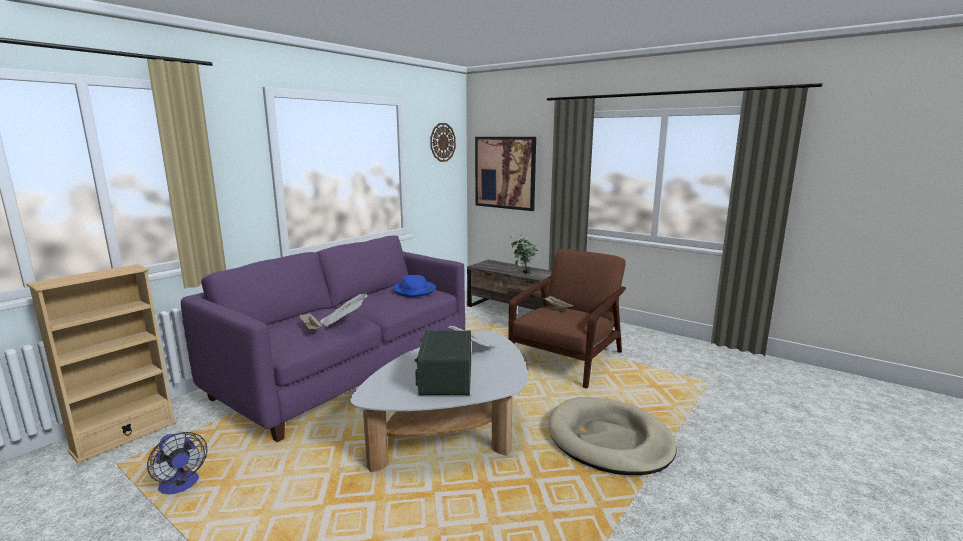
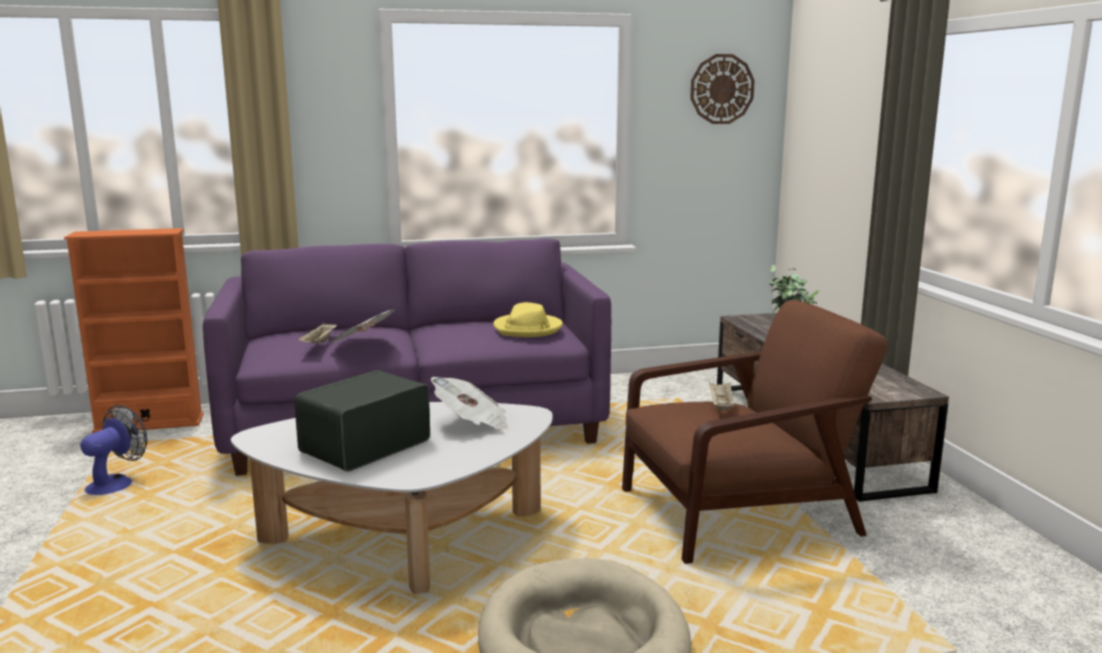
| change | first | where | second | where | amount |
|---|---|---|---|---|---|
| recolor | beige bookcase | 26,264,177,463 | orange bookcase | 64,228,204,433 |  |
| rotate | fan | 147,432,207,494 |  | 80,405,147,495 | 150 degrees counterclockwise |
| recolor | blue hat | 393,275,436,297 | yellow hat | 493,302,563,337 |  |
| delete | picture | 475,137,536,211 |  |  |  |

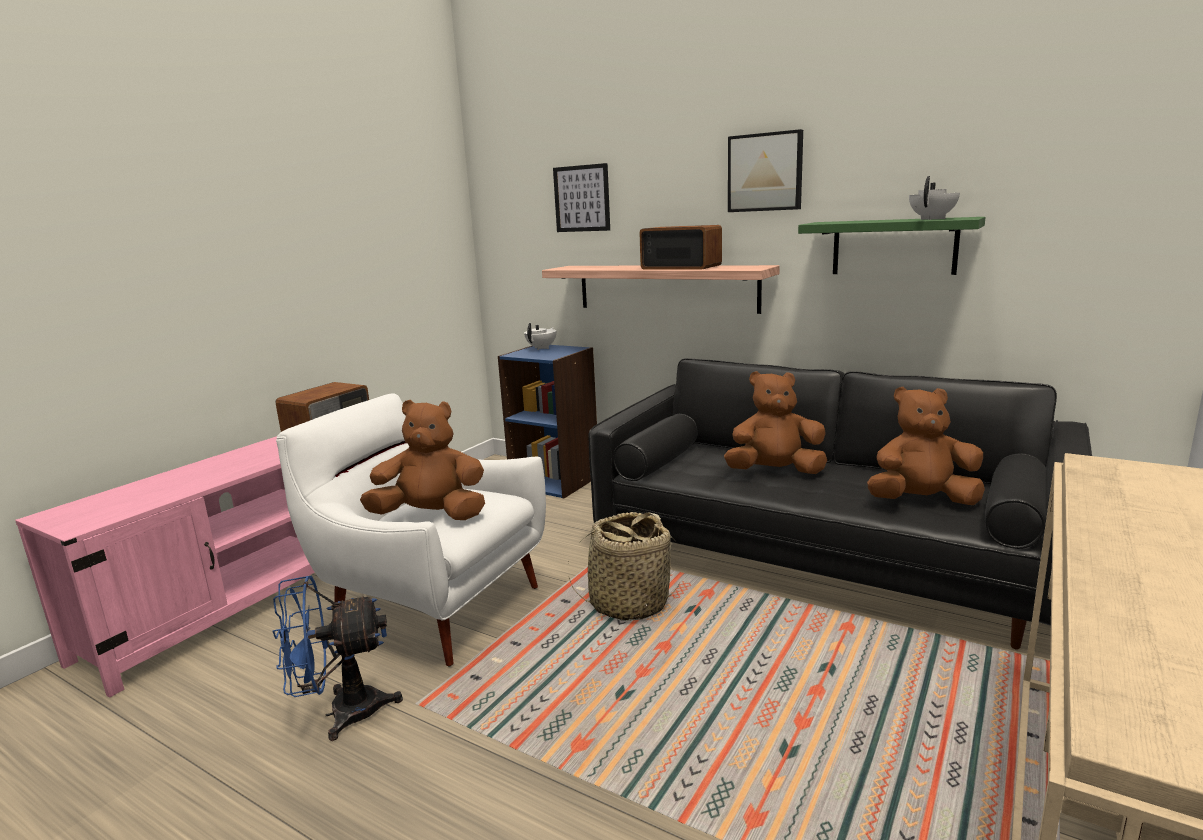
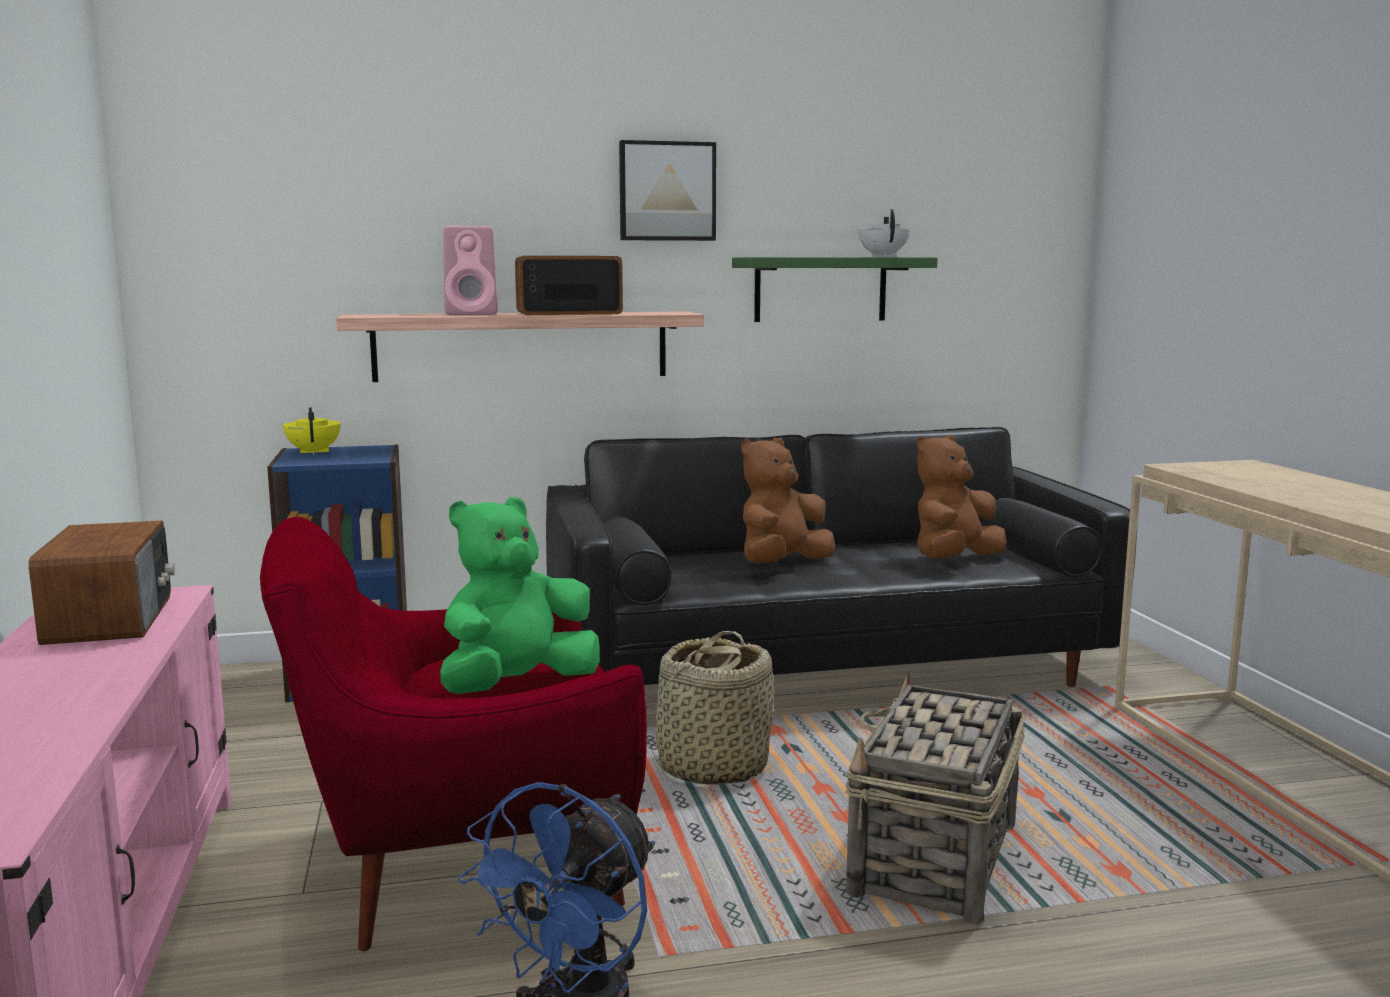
| change | first | where | second | where | amount |
|---|---|---|---|---|---|
| recolor | white armchair | 276,393,546,666 | red armchair | 260,517,647,952 |  |
| recolor | brown plush toy | 360,400,485,520 | green plush toy | 440,497,600,694 |  |
| recolor | white teapot | 524,323,556,350 | yellow teapot | 283,407,341,454 |  |
| delete | picture | 553,163,610,232 |  |  |  |
| insert |  |  | pink speaker | 443,226,498,315 |  |
| insert |  |  | basket | 845,671,1025,925 |  |

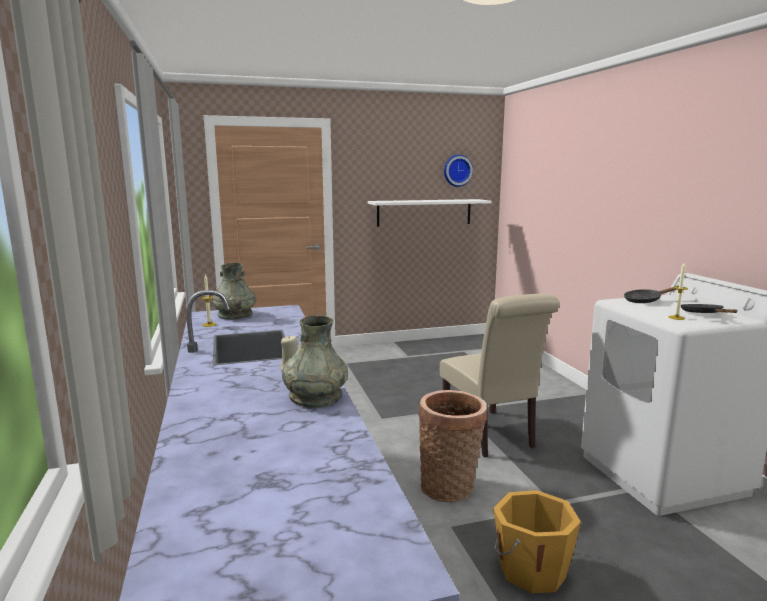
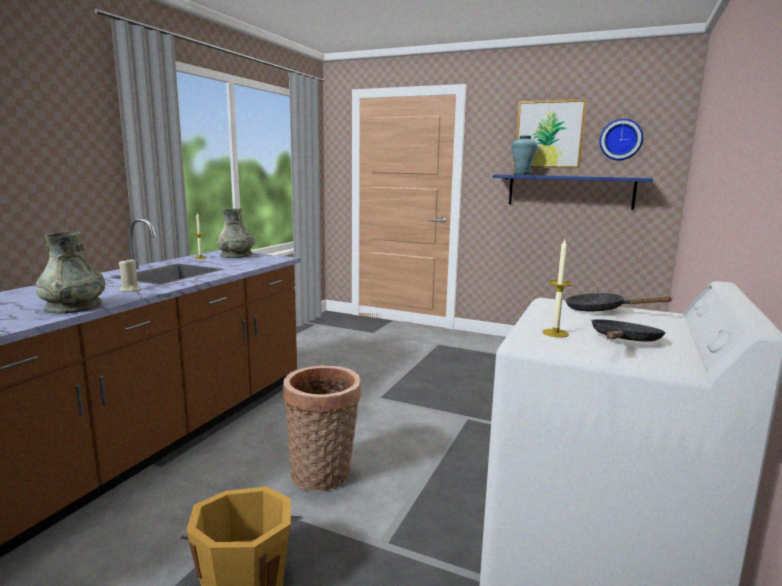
| change | first | where | second | where | amount |
|---|---|---|---|---|---|
| recolor | white shelf | 368,199,492,227 | blue shelf | 492,175,653,210 |  |
| delete | beige chair | 440,294,560,458 |  |  |  |
| insert |  |  | turquoise vase | 512,135,538,175 |  |
| insert |  |  | picture | 514,99,587,168 |  |

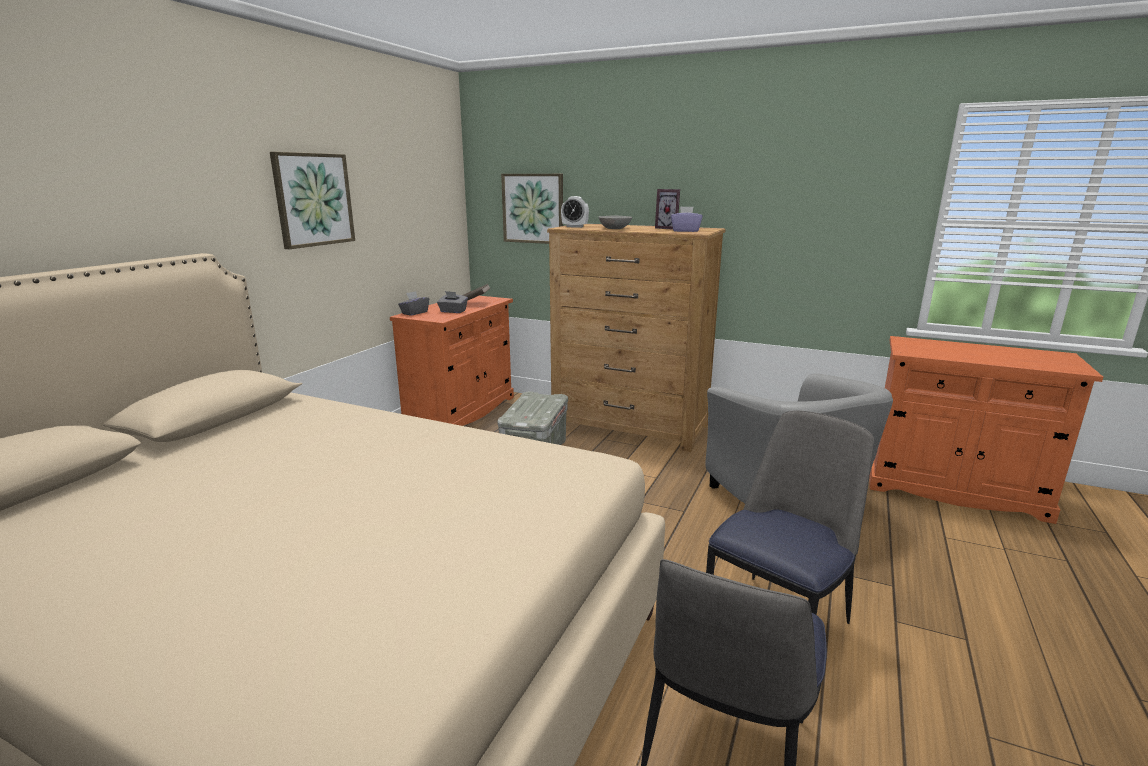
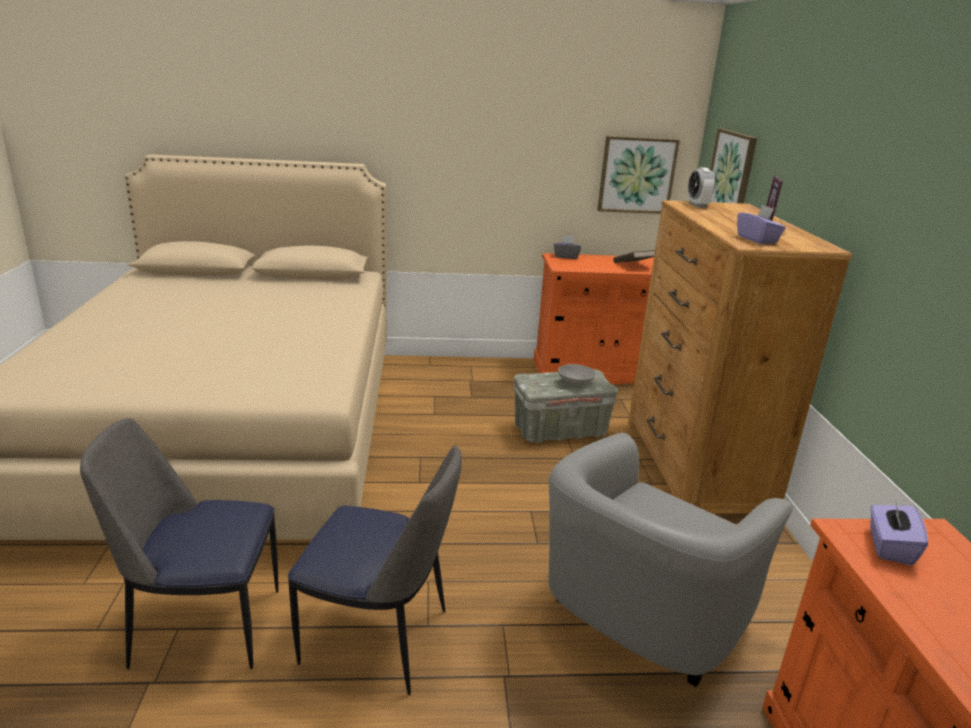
| change | first | where | second | where | amount |
|---|---|---|---|---|---|
| move | picture | 270,152,355,249 |  | 597,136,680,214 |  |
| delete | grey tissue box | 437,291,468,313 |  |  |  |
| move | grey bowl | 599,216,632,229 |  | 558,364,595,386 |  |
| insert |  |  | purple tissue box | 870,498,928,565 |  |

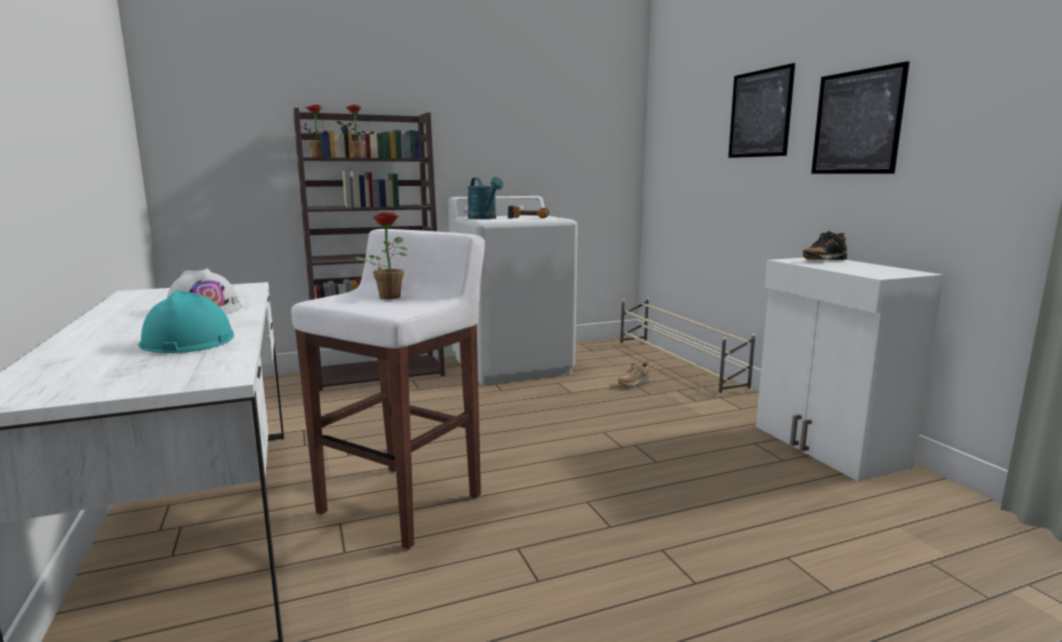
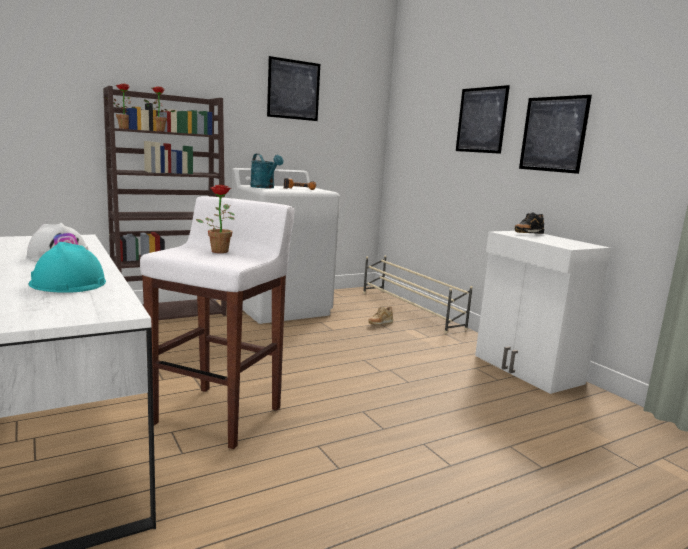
| change | first | where | second | where | amount |
|---|---|---|---|---|---|
| insert |  |  | picture | 267,56,320,121 |  |

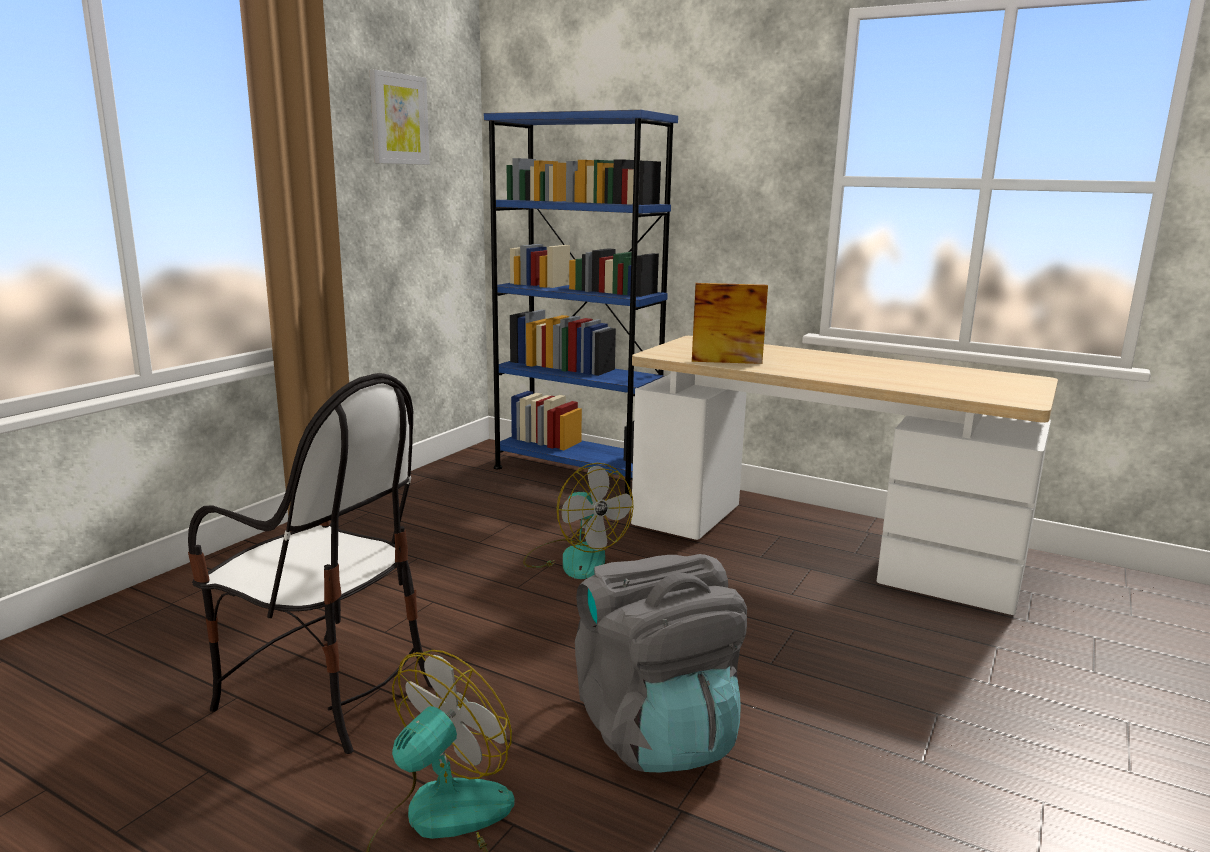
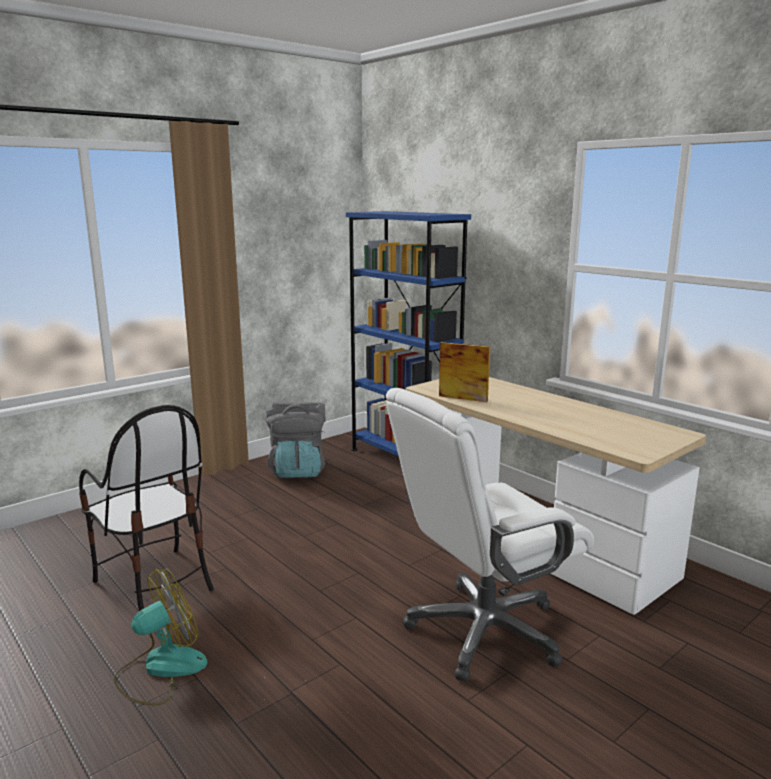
| change | first | where | second | where | amount |
|---|---|---|---|---|---|
| delete | picture | 369,69,430,165 |  |  |  |
| delete | fan | 523,463,634,579 |  |  |  |
| move | grey backpack | 575,554,747,773 |  | 266,401,325,478 |  |
| insert |  |  | white office chair | 386,388,594,682 |  |

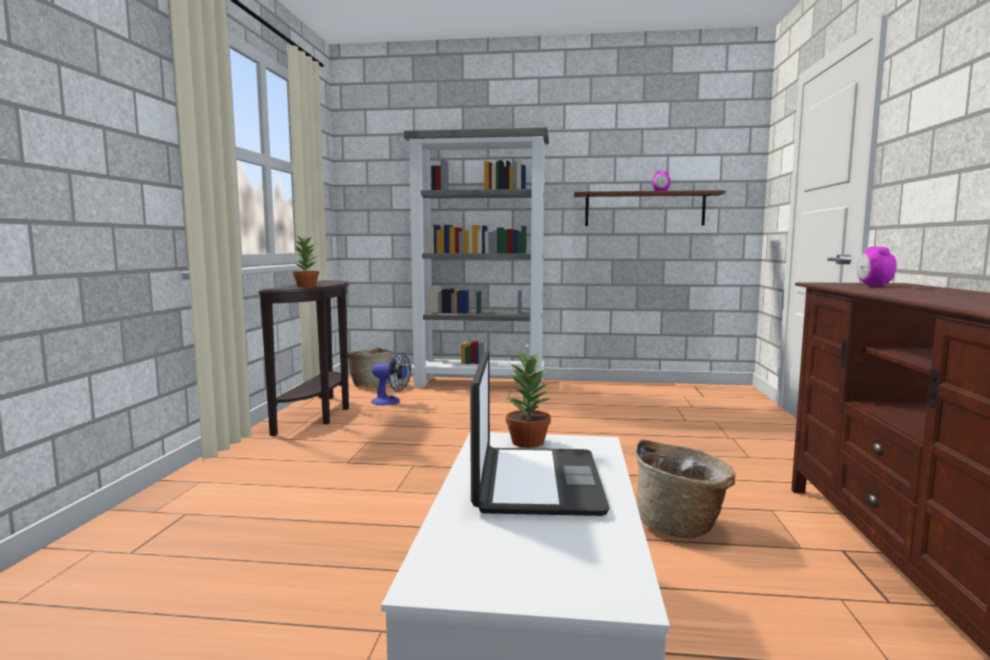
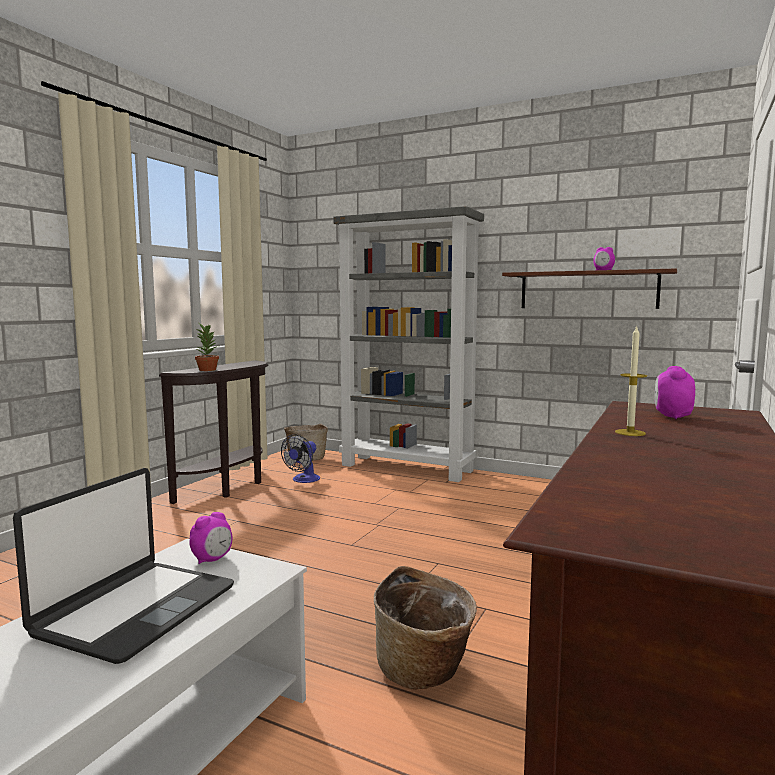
| change | first | where | second | where | amount |
|---|---|---|---|---|---|
| rotate | fan | 371,353,411,406 |  | 281,434,320,483 | 75 degrees clockwise |
| replace | potted plant | 506,351,553,448 | alarm clock | 189,512,232,564 |  |
| insert |  |  | candle | 615,325,647,436 |  |

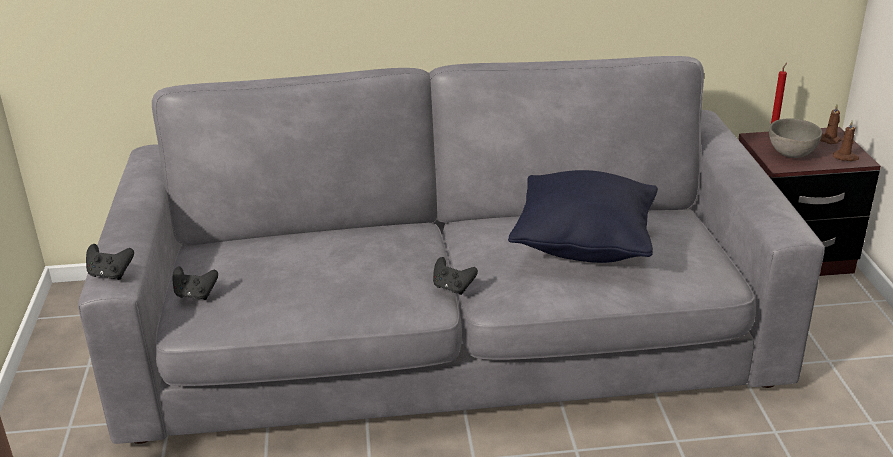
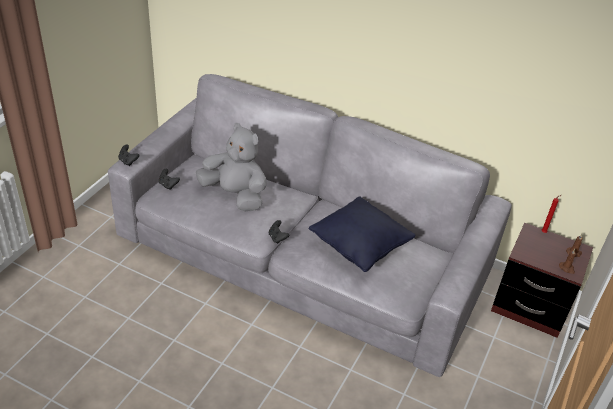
| change | first | where | second | where | amount |
|---|---|---|---|---|---|
| delete | grey bowl | 769,118,822,158 |  |  |  |
| insert |  |  | grey plush toy | 196,123,267,211 |  |

